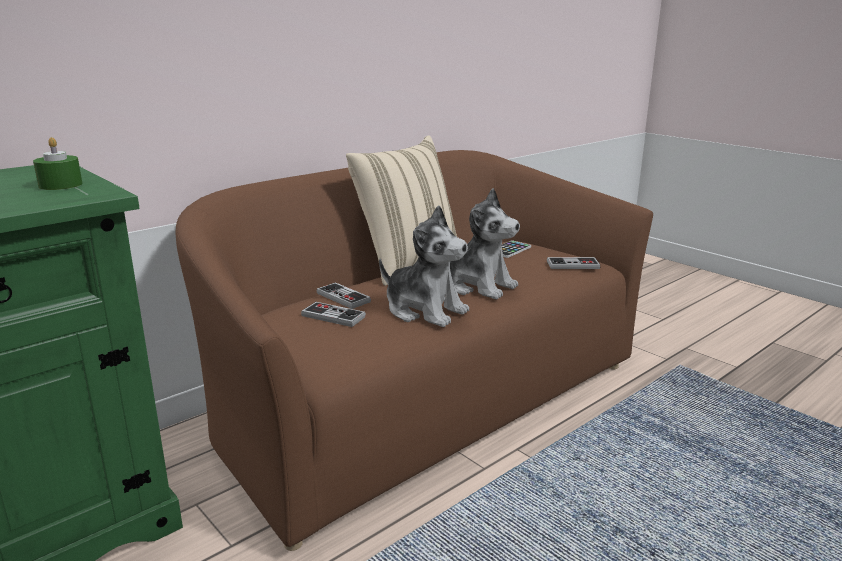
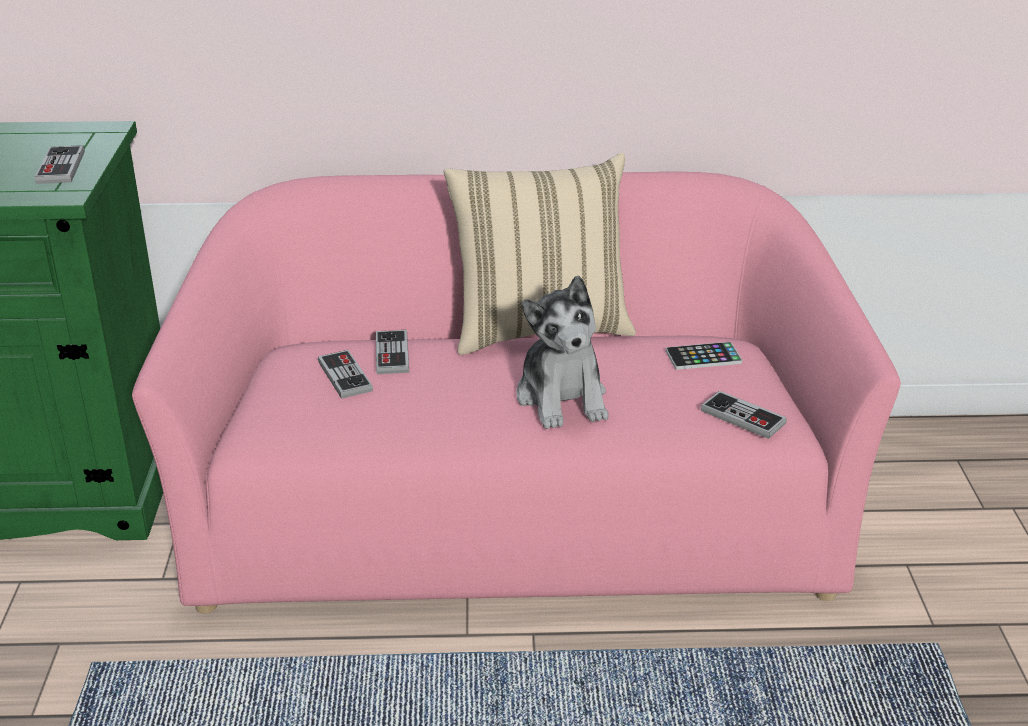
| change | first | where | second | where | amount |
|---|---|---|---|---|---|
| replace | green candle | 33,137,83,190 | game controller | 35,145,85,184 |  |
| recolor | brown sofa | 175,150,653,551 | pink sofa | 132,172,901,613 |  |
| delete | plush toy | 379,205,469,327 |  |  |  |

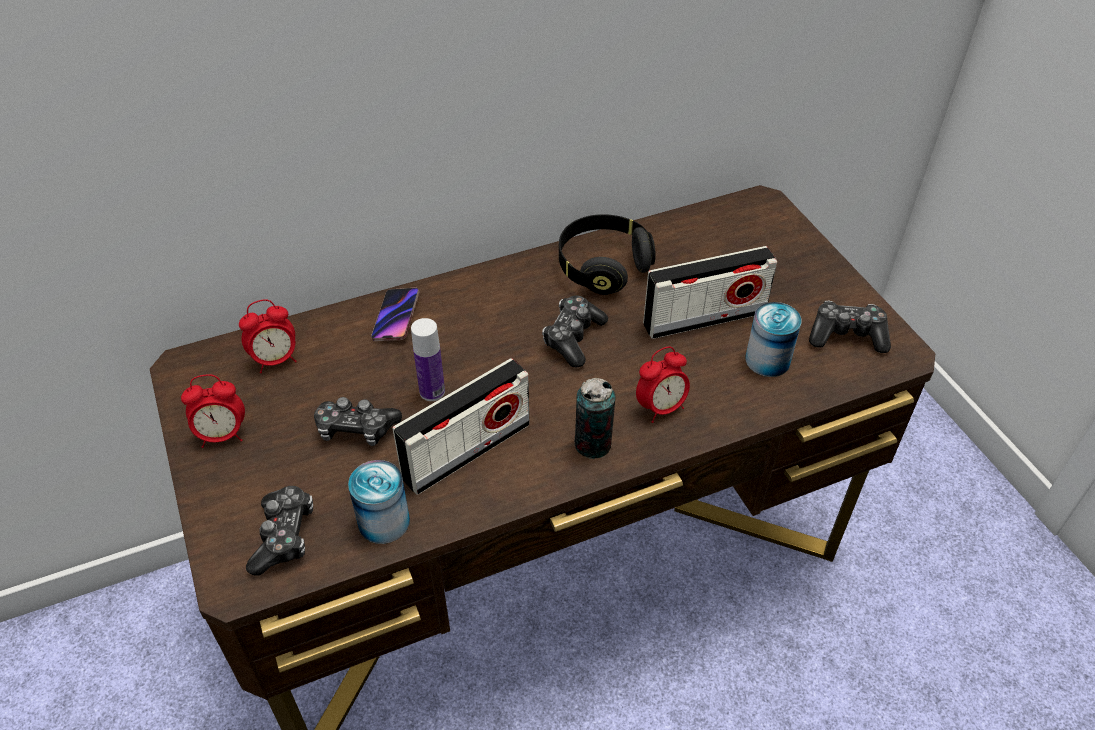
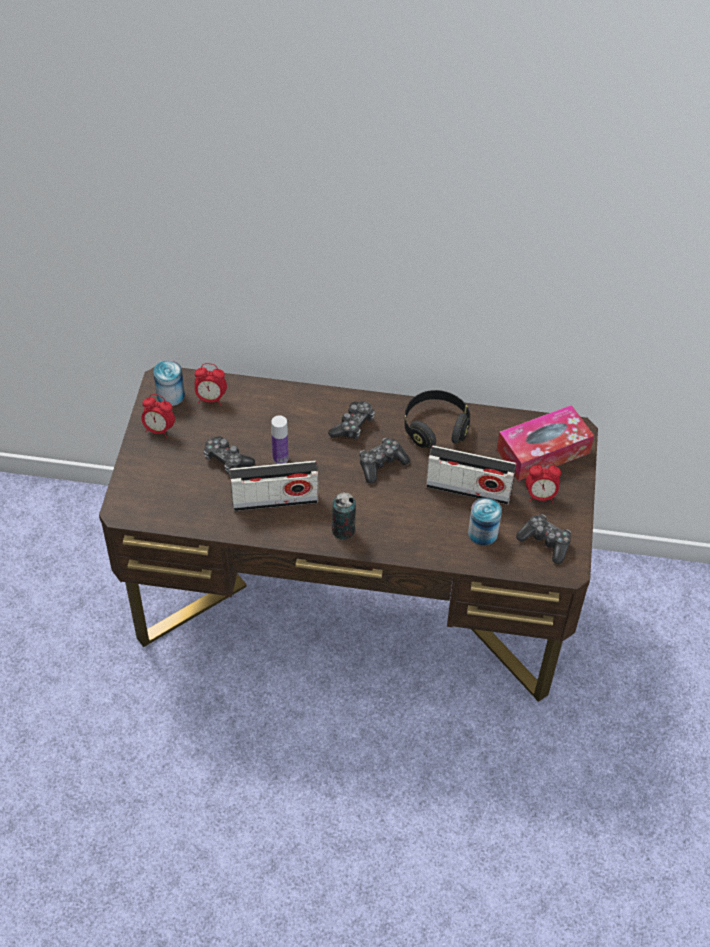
| change | first | where | second | where | amount |
|---|---|---|---|---|---|
| move | game controller | 246,486,313,576 |  | 328,402,375,439 |  |
| move | can | 348,460,410,544 |  | 153,360,185,406 |  |
| delete | phone | 371,288,419,341 |  |  |  |
| move | alarm clock | 636,347,690,423 |  | 525,461,561,503 |  |
| insert |  |  | tissue box | 497,405,594,481 |  |

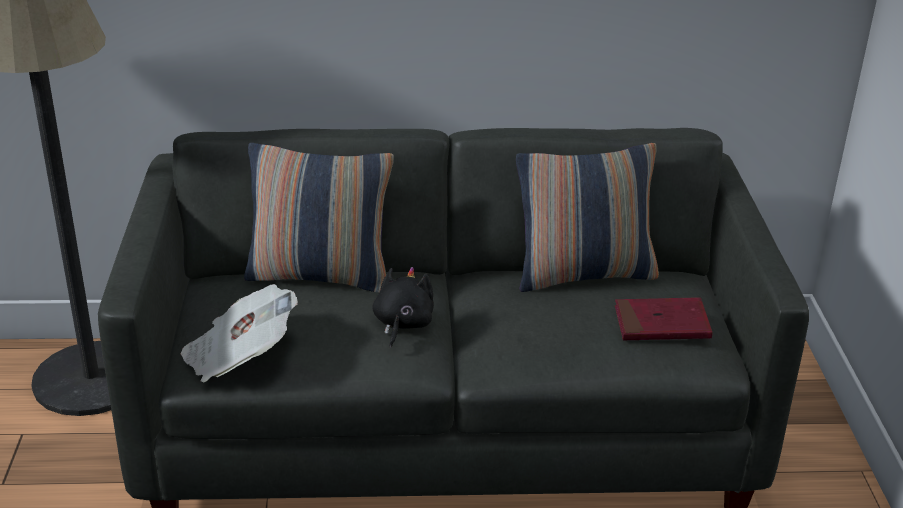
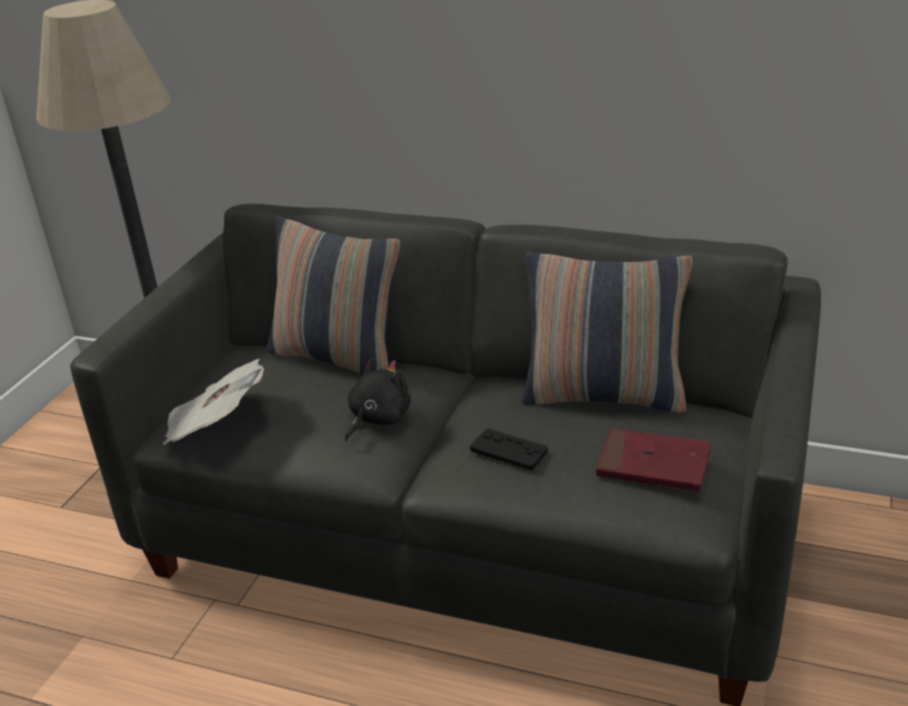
| change | first | where | second | where | amount |
|---|---|---|---|---|---|
| insert |  |  | black game controller | 470,428,548,470 |  |

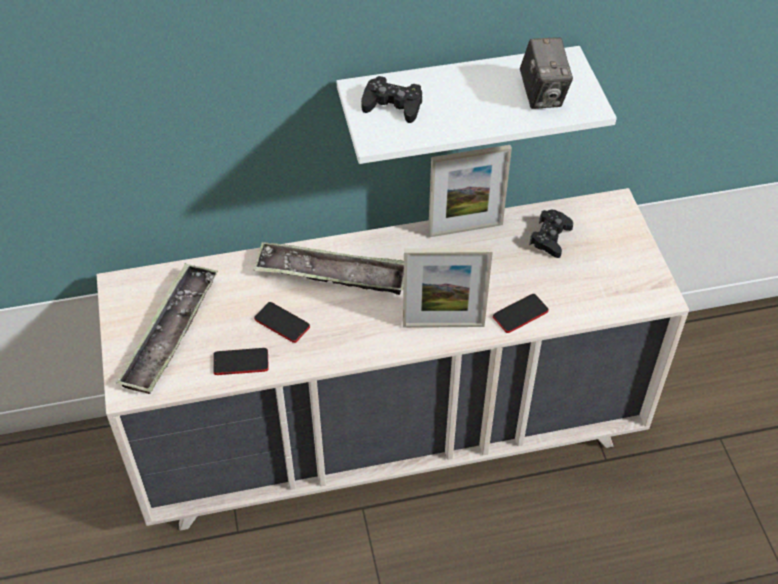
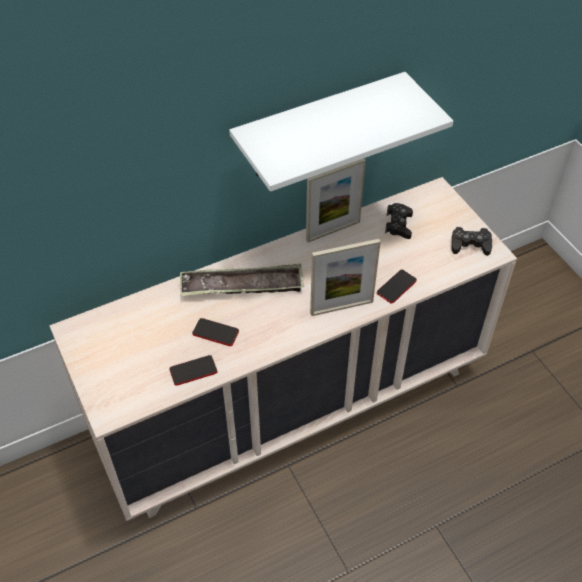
| change | first | where | second | where | amount |
|---|---|---|---|---|---|
| delete | tray | 116,263,218,394 |  |  |  |
| move | black game controller | 361,76,422,123 |  | 451,227,492,256 |  |
| delete | photo camera | 520,37,573,109 |  |  |  |

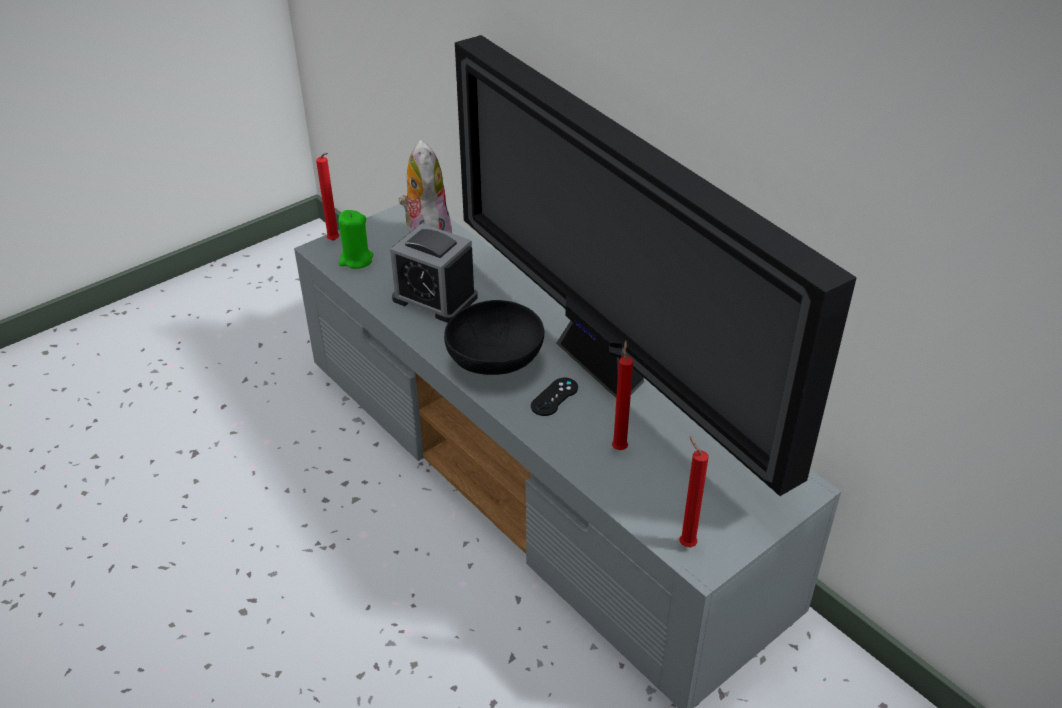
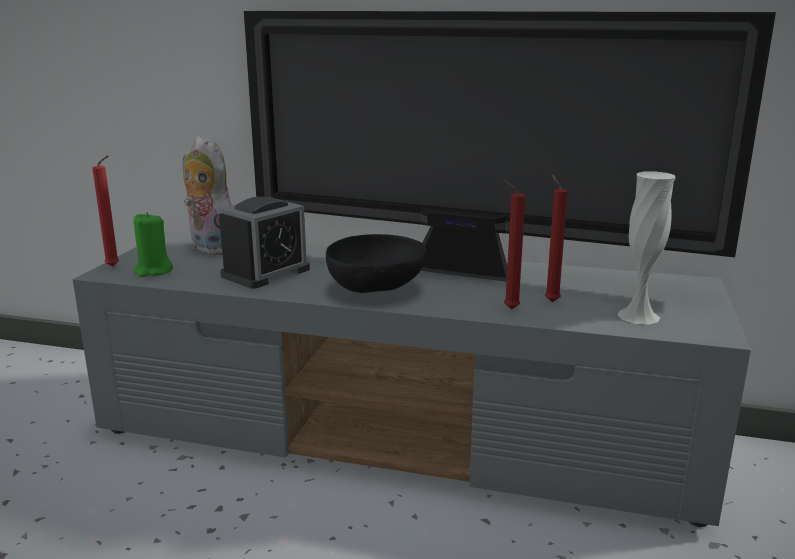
| change | first | where | second | where | amount |
|---|---|---|---|---|---|
| rotate | alarm clock | 390,223,478,323 |  | 219,197,310,289 | 45 degrees counterclockwise |
| delete | black game controller | 531,378,578,416 |  |  |  |
| move | red candle | 680,436,708,547 |  | 504,181,525,309 |  |
| insert |  |  | white vase | 617,171,676,325 |  |

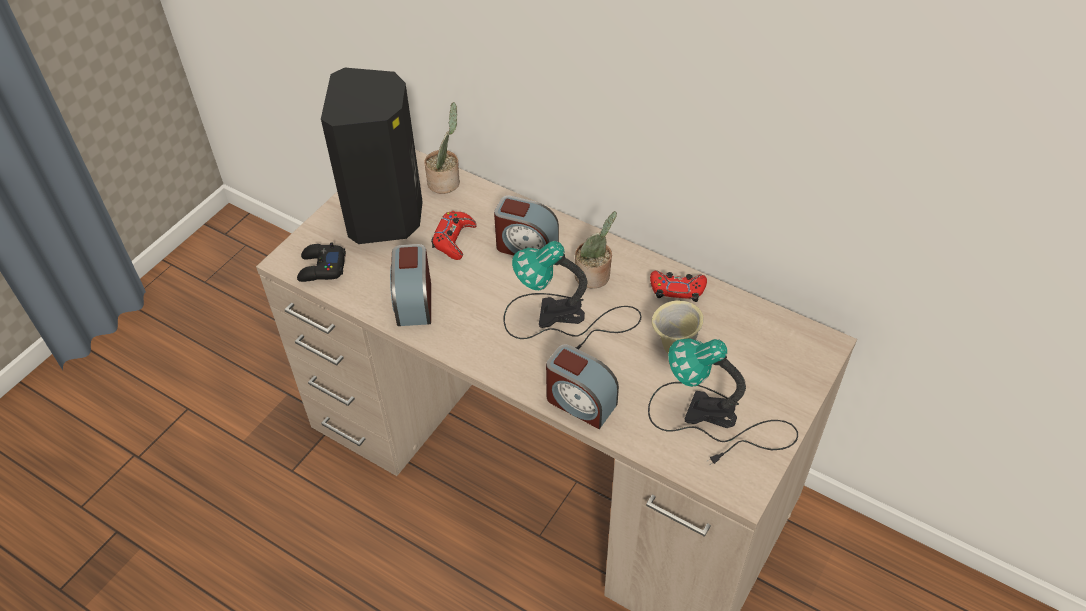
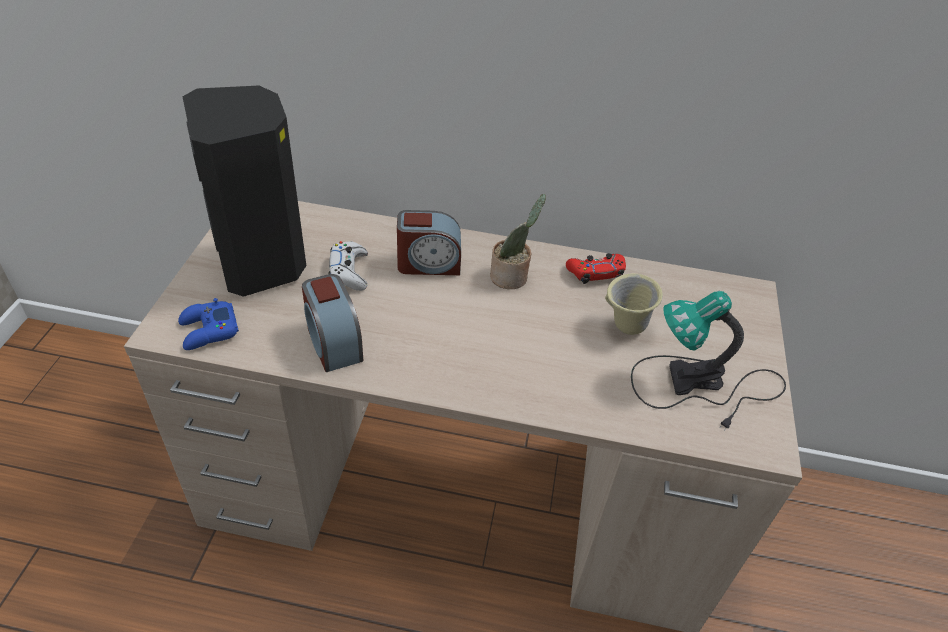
| change | first | where | second | where | amount |
|---|---|---|---|---|---|
| recolor | black game controller | 297,242,346,282 | blue game controller | 178,298,239,350 |  |
| delete | potted plant | 424,102,460,194 |  |  |  |
| recolor | red game controller | 431,211,477,260 | white game controller | 328,241,368,291 |  |
| delete | table lamp | 503,241,642,350 |  |  |  |
| delete | alarm clock | 546,344,619,429 |  |  |  |

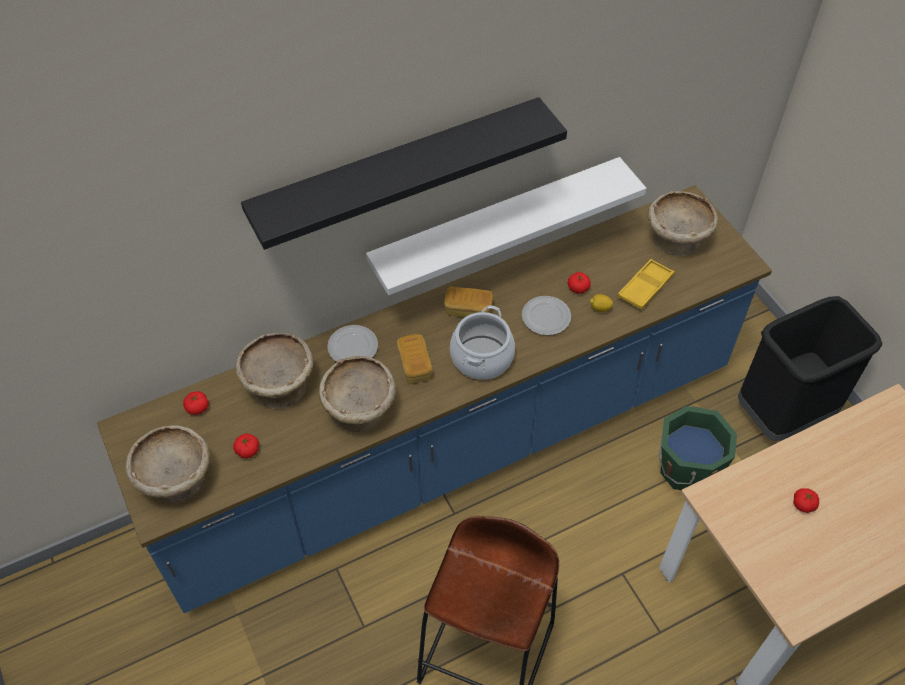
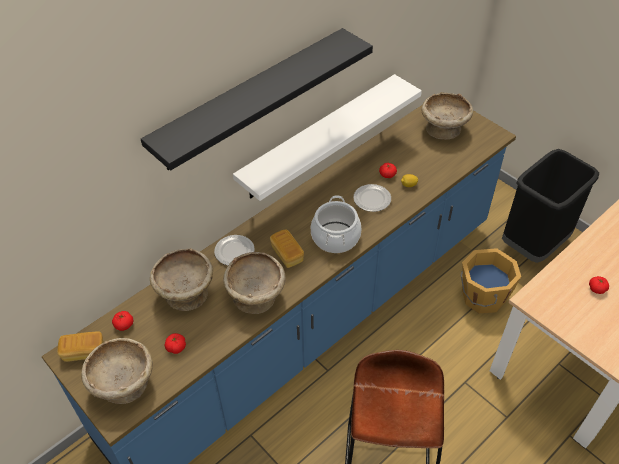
| change | first | where | second | where | amount |
|---|---|---|---|---|---|
| move | bread | 444,287,493,317 |  | 57,331,103,362 |  |
| delete | yellow tray | 617,259,675,310 |  |  |  |
| recolor | green bucket | 658,406,737,490 | orange bucket | 460,248,521,313 |  |

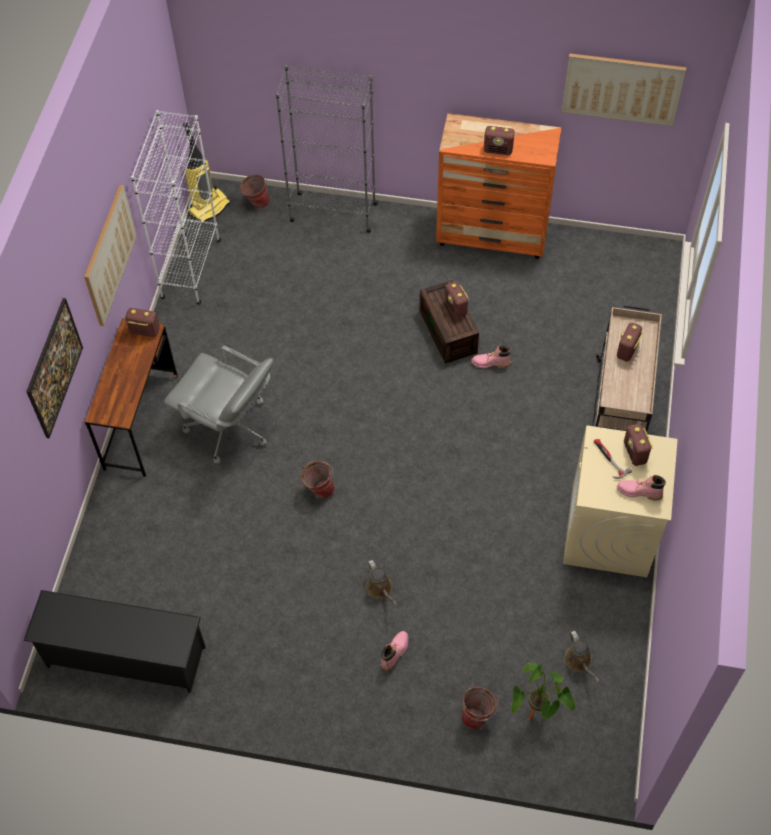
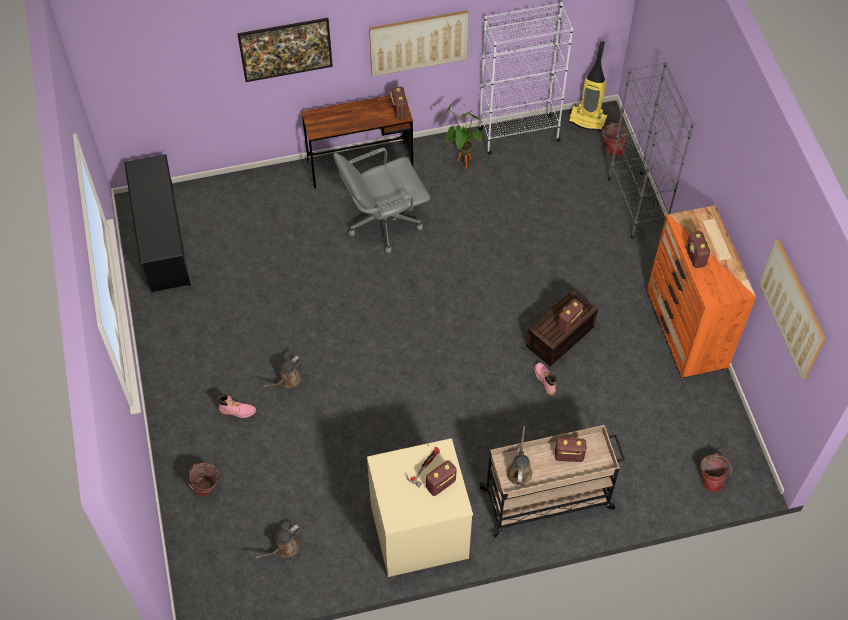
| change | first | where | second | where | amount |
|---|---|---|---|---|---|
| rotate | grey office chair | 164,346,273,464 |  | 333,148,430,253 | 60 degrees clockwise |
| move | bucket | 301,461,335,499 |  | 700,453,732,492 |  |
| move | potted plant | 511,662,575,721 |  | 438,105,482,169 |  |
| delete | pink boot | 617,475,666,501 |  |  |  |
| insert |  |  | brown watering can | 506,426,532,485 |  |

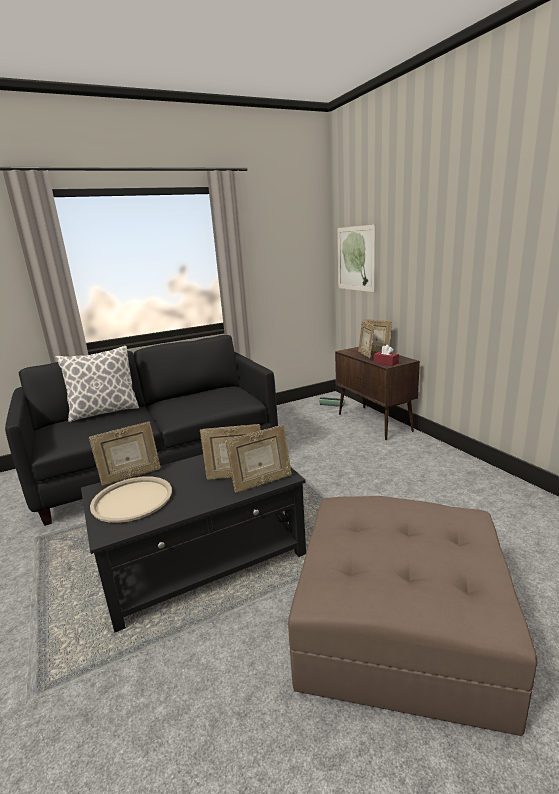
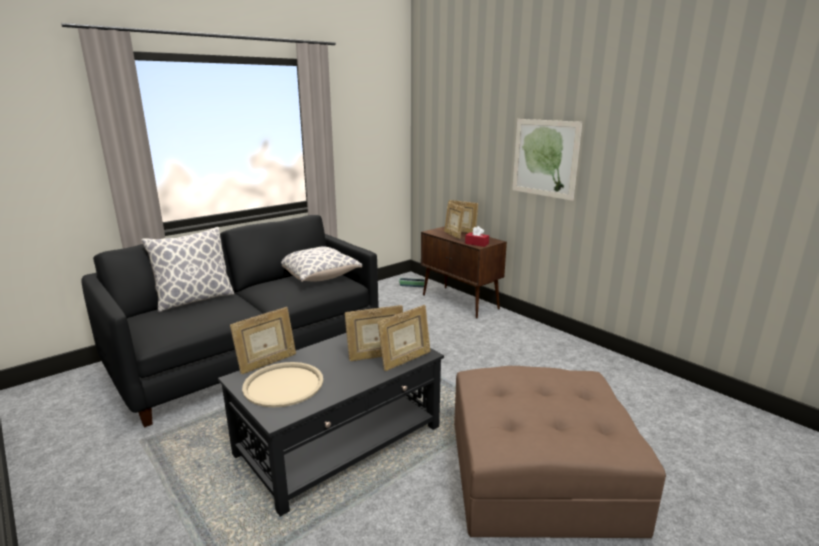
| change | first | where | second | where | amount |
|---|---|---|---|---|---|
| move | picture | 337,225,376,292 |  | 512,119,582,201 |  |
| insert |  |  | pillow | 281,247,362,282 |  |

